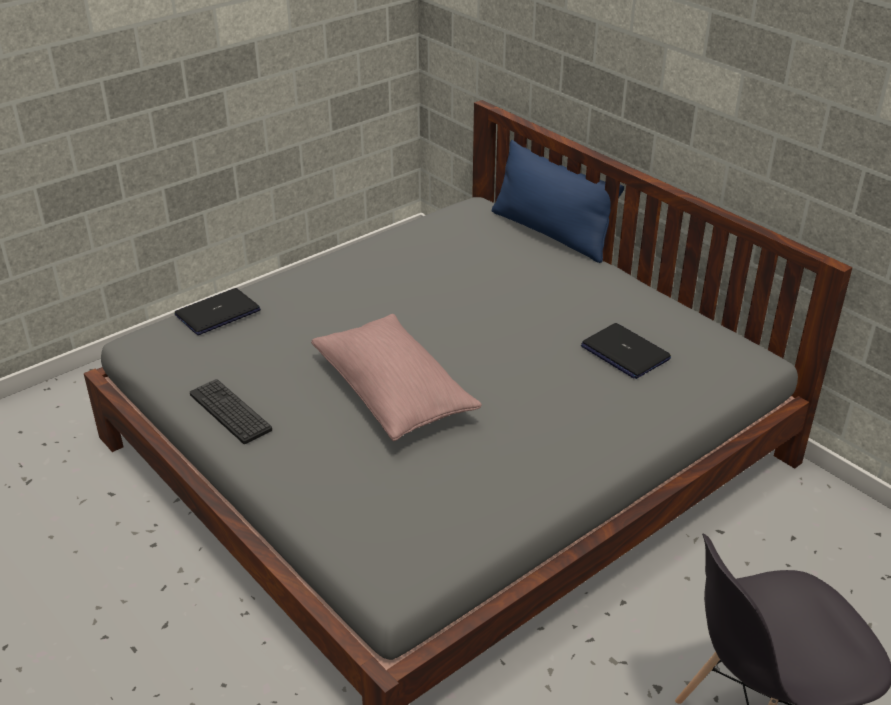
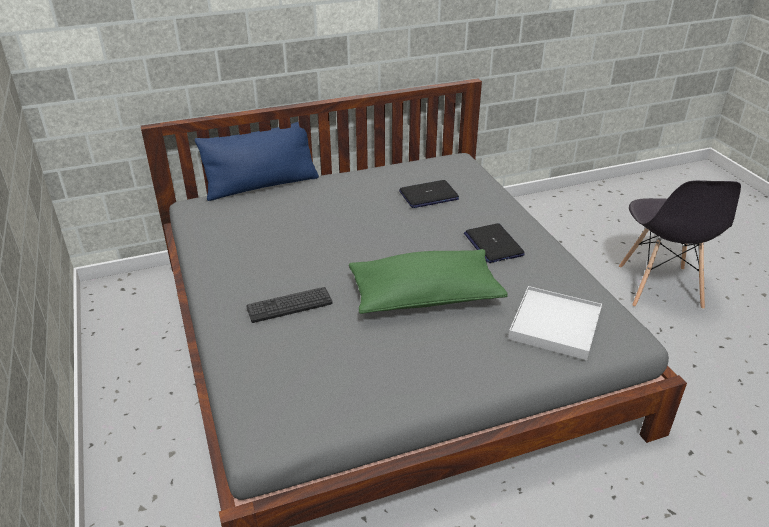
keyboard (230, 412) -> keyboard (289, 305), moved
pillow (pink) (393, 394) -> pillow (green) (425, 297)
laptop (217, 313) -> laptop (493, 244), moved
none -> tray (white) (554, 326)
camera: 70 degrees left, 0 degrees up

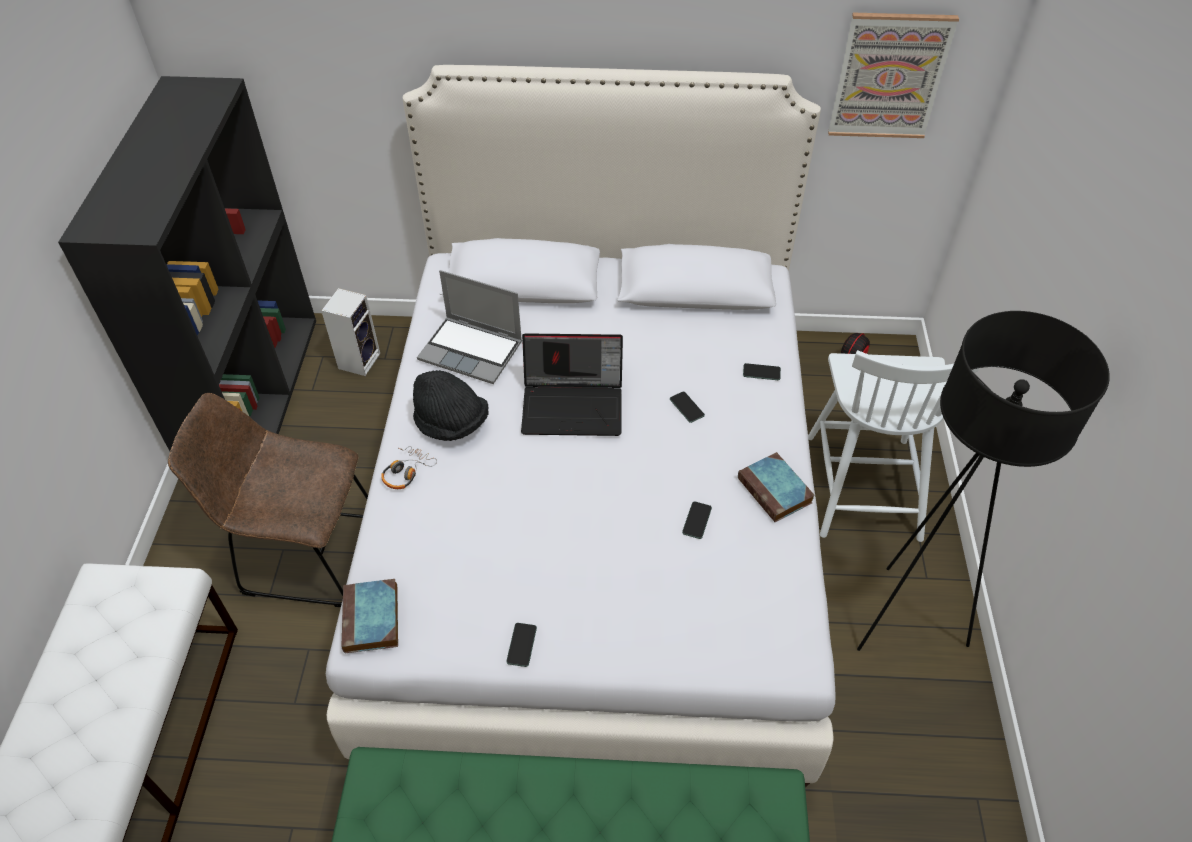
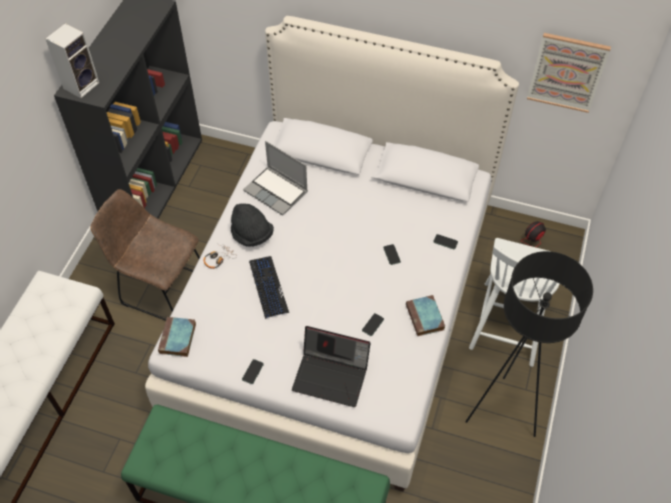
speaker (359, 359) -> speaker (81, 84), moved
none -> keyboard (268, 287)
laptop (574, 405) -> laptop (332, 376), moved
camera: 15 degrees right, 5 degrees up

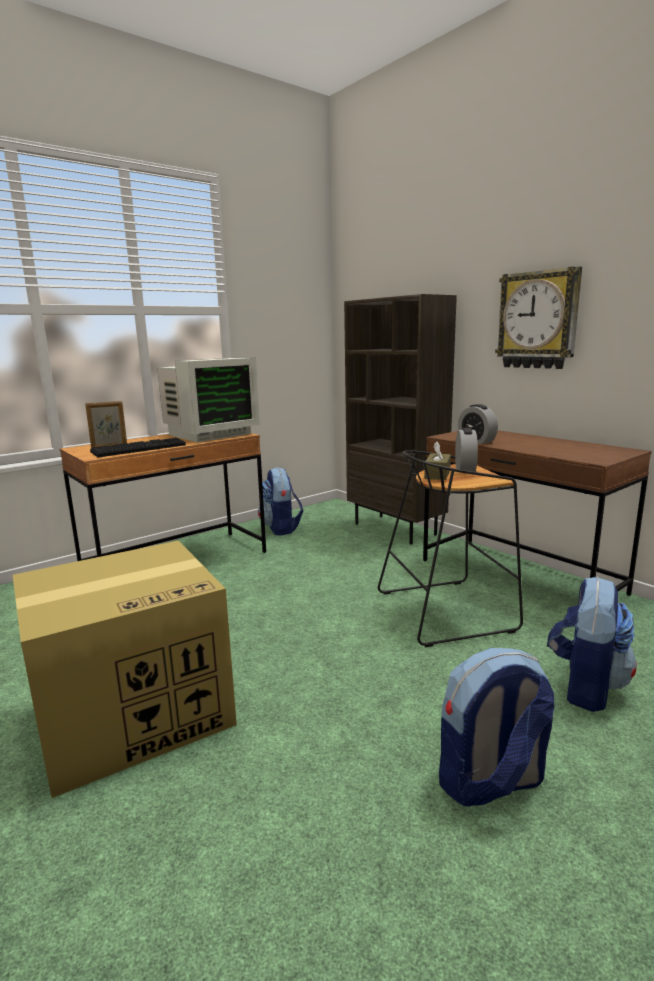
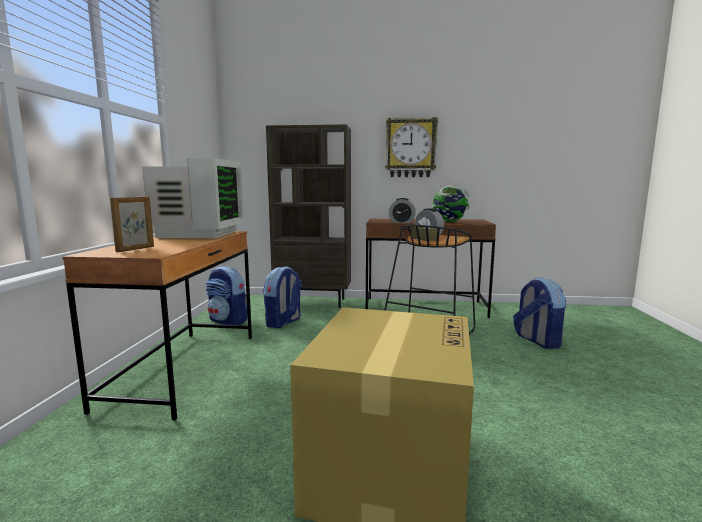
backpack (490, 783) -> backpack (283, 322), moved
none -> globe (449, 222)
keyboard (140, 448) -> none
camera: 45 degrees left, 5 degrees down

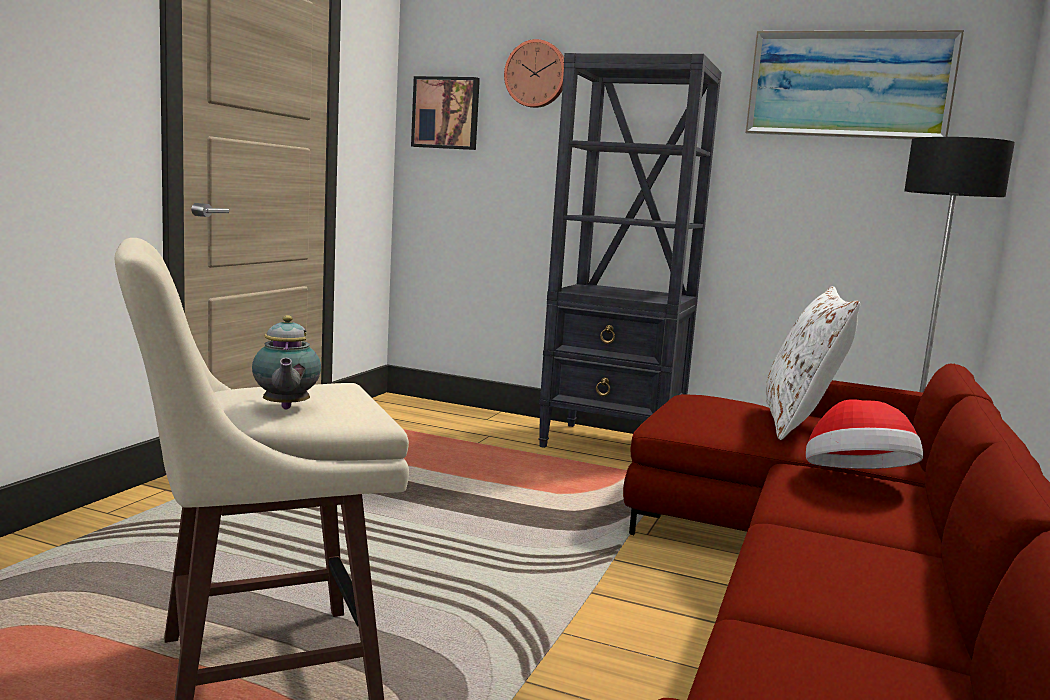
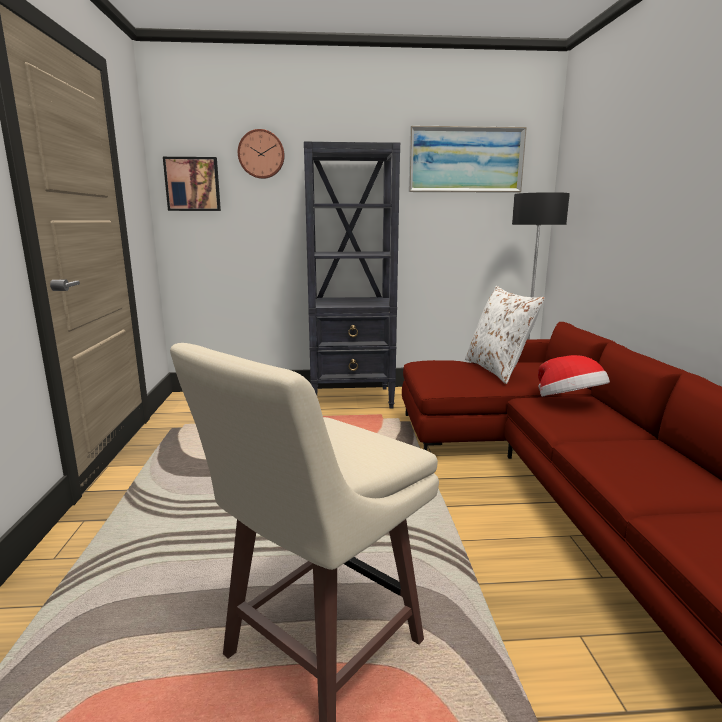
teapot (285, 408) -> none
camera: 25 degrees left, 5 degrees up

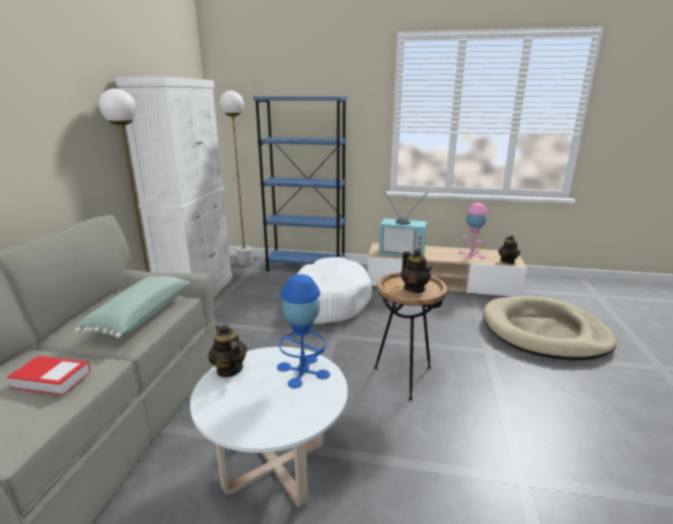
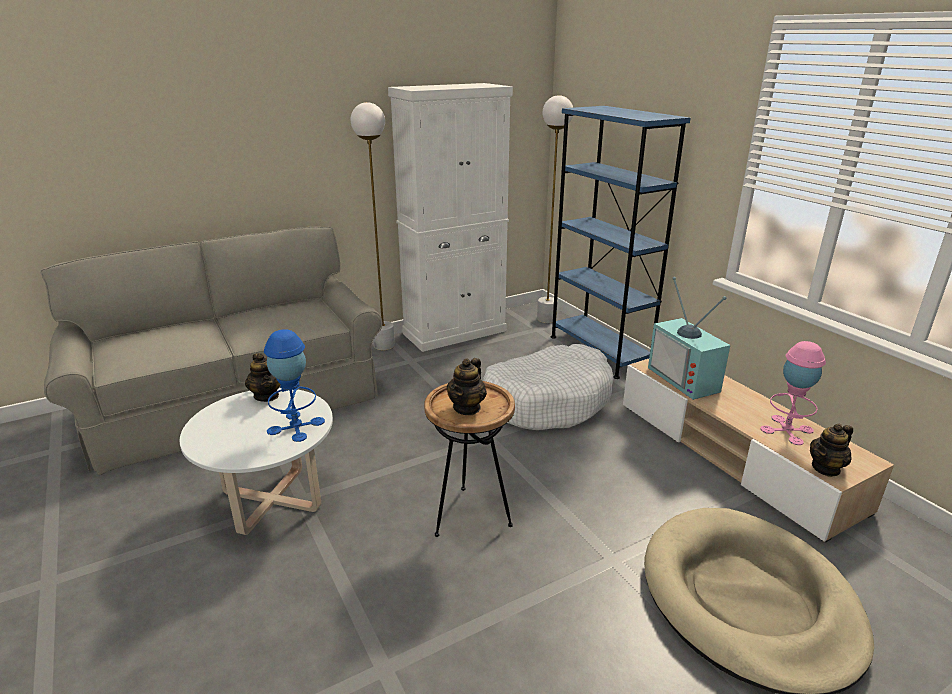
teapot (229, 369) -> teapot (267, 396), 135 degrees clockwise
book (51, 379) -> none
pillow (green) (139, 316) -> none
camera: 50 degrees right, 5 degrees up

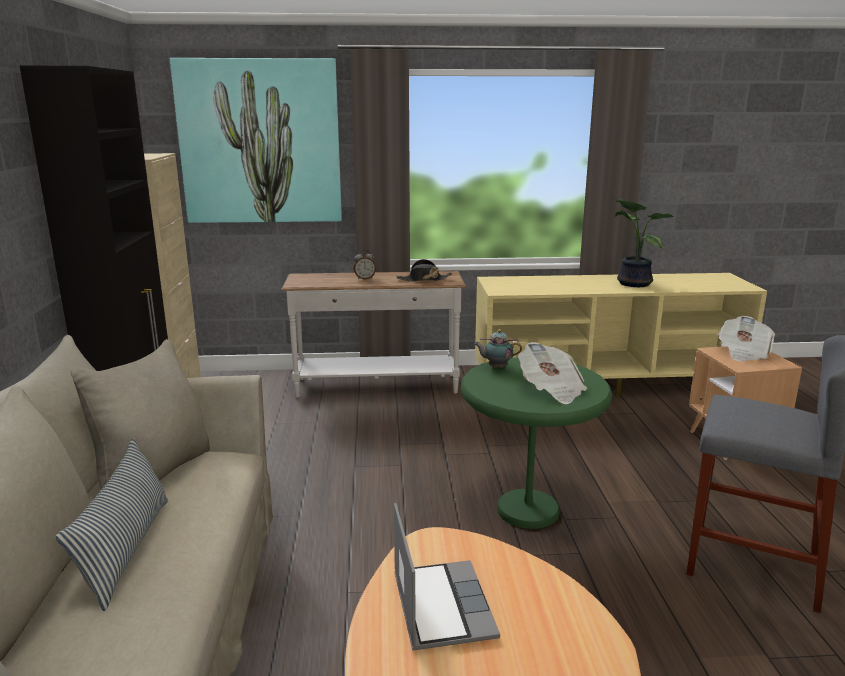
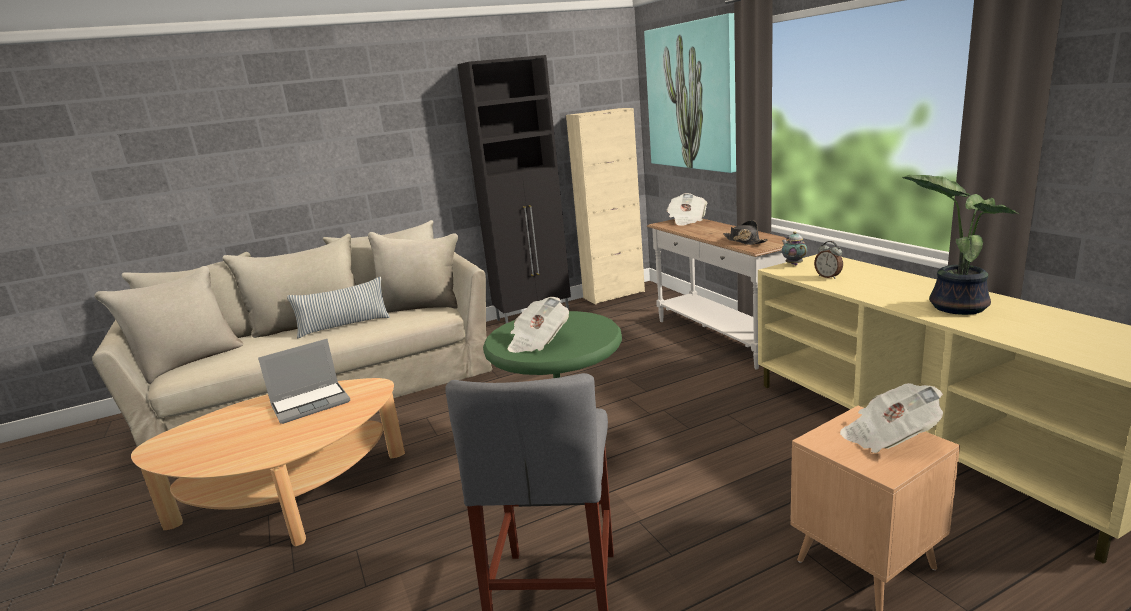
none -> newspaper (686, 220)
teapot (496, 367) -> teapot (793, 264), moved
alarm clock (364, 278) -> alarm clock (828, 277), moved
camera: 70 degrees right, 0 degrees up

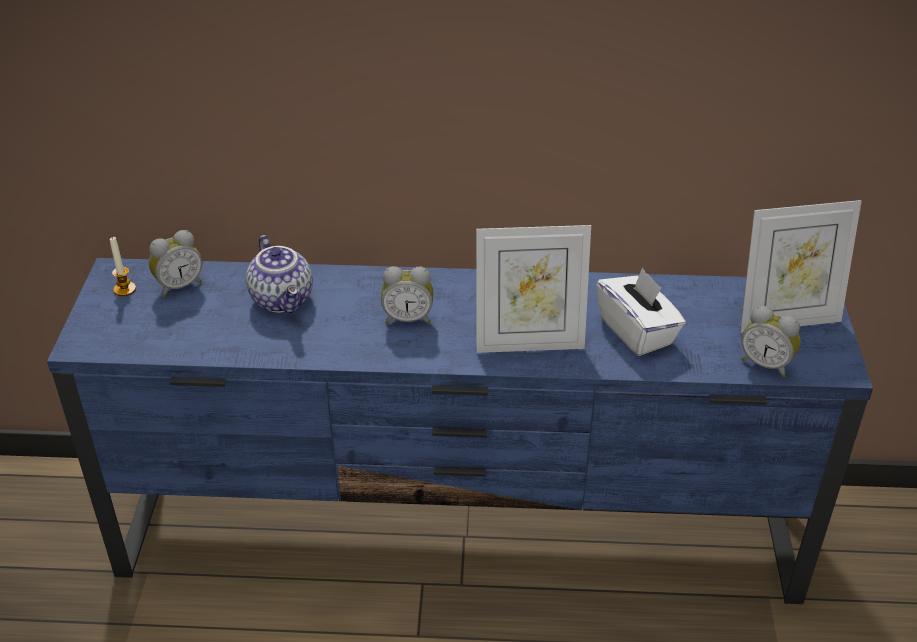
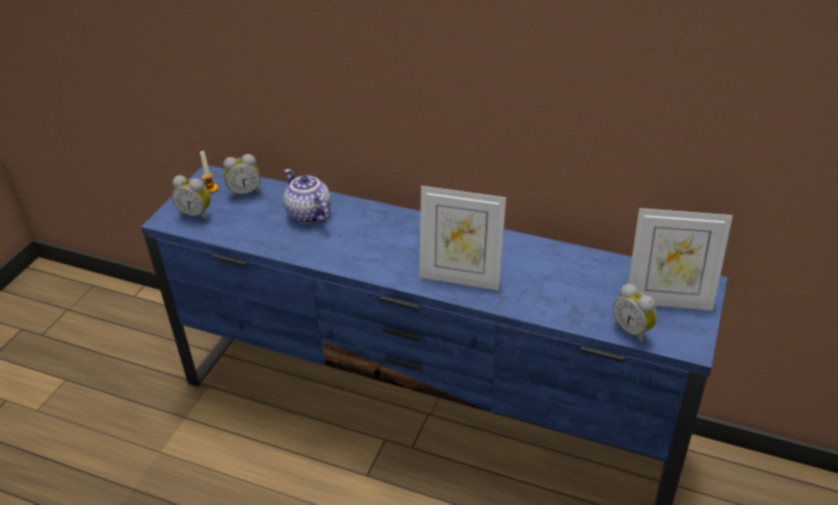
alarm clock (408, 318) -> alarm clock (196, 214), moved
teapot (284, 299) -> teapot (307, 214), 150 degrees clockwise
tissue box (white) (637, 331) -> none
camera: 20 degrees right, 0 degrees up

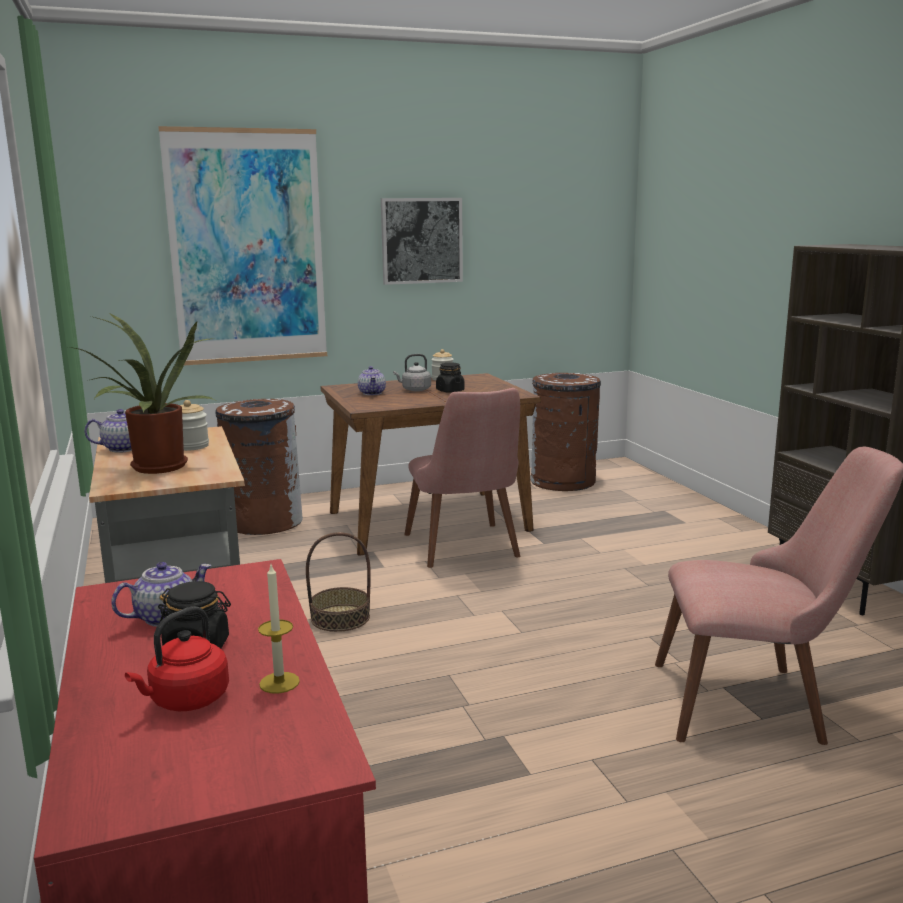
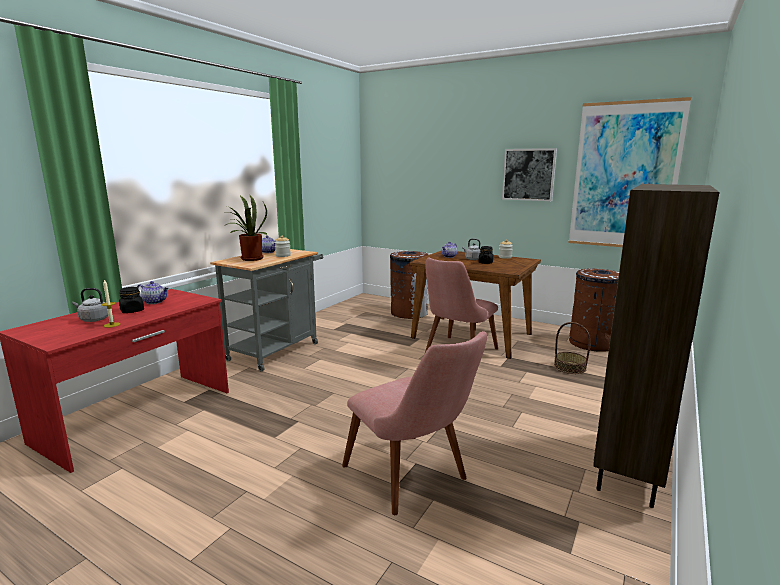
kettle (red) (186, 700) -> kettle (grey) (93, 319)
basket (340, 618) -> basket (569, 367), moved
picture (247, 248) -> picture (624, 176), moved
camera: 50 degrees right, 0 degrees up

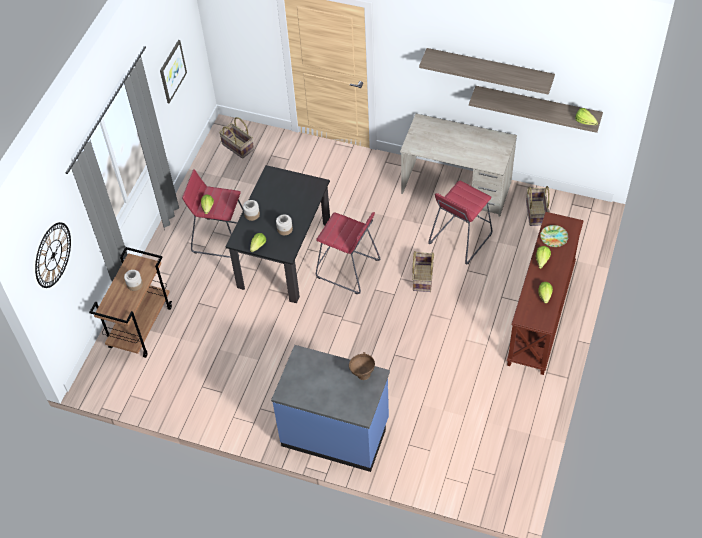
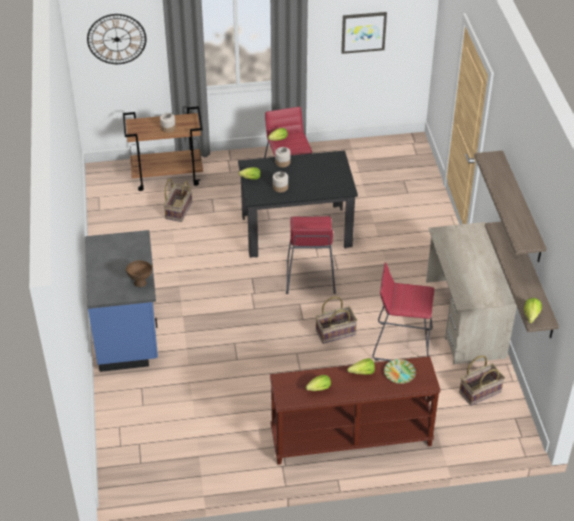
basket (237, 147) -> basket (178, 210), moved
camera: 60 degrees right, 10 degrees down

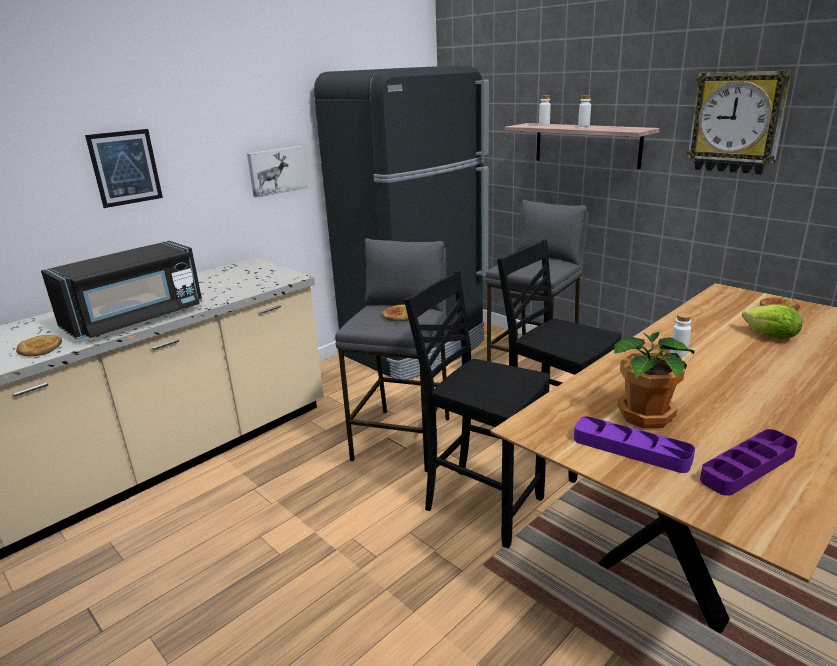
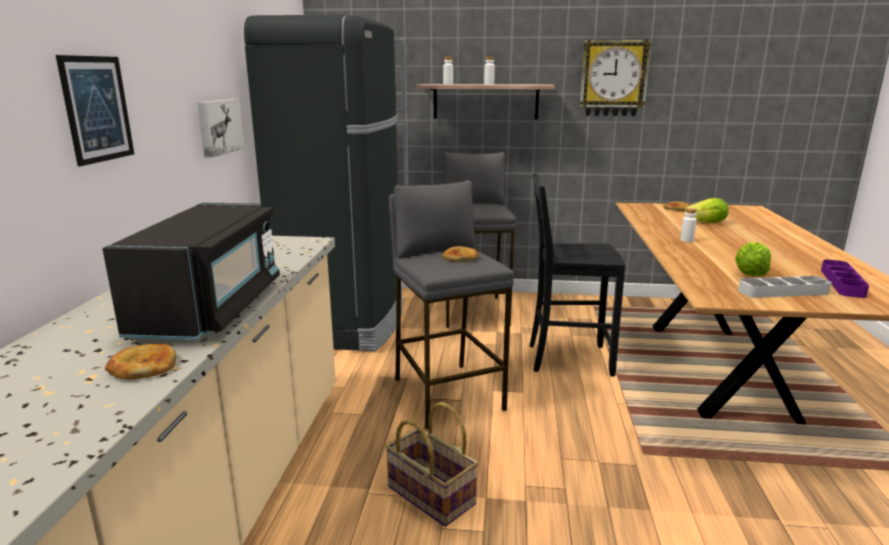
none -> basket (429, 496)
potted plant (648, 416) -> lettuce (750, 274)
tray (purple) (631, 449) -> tray (grey) (783, 292)
chair (black) (481, 504) -> none
camera: 40 degrees left, 5 degrees down

